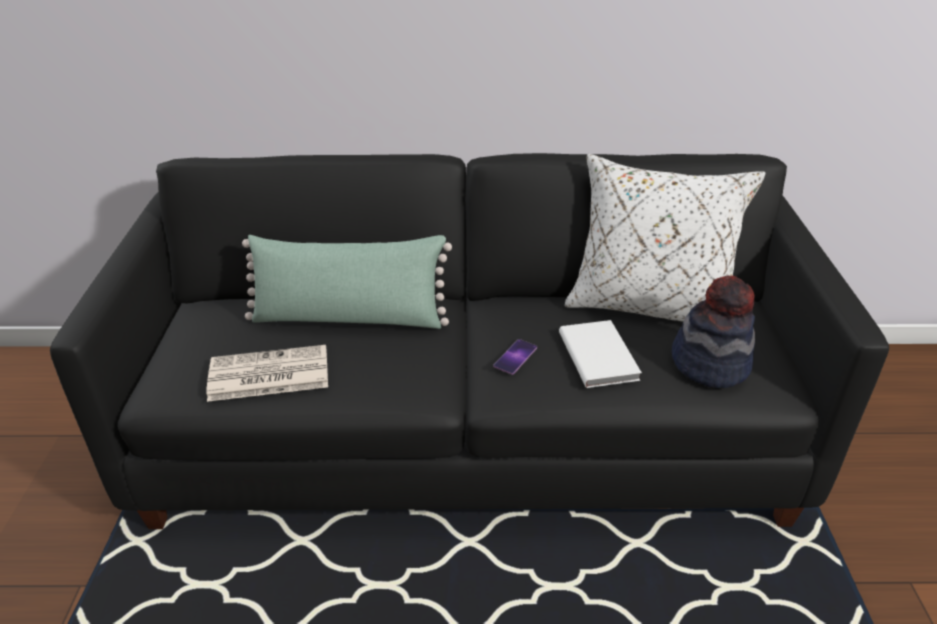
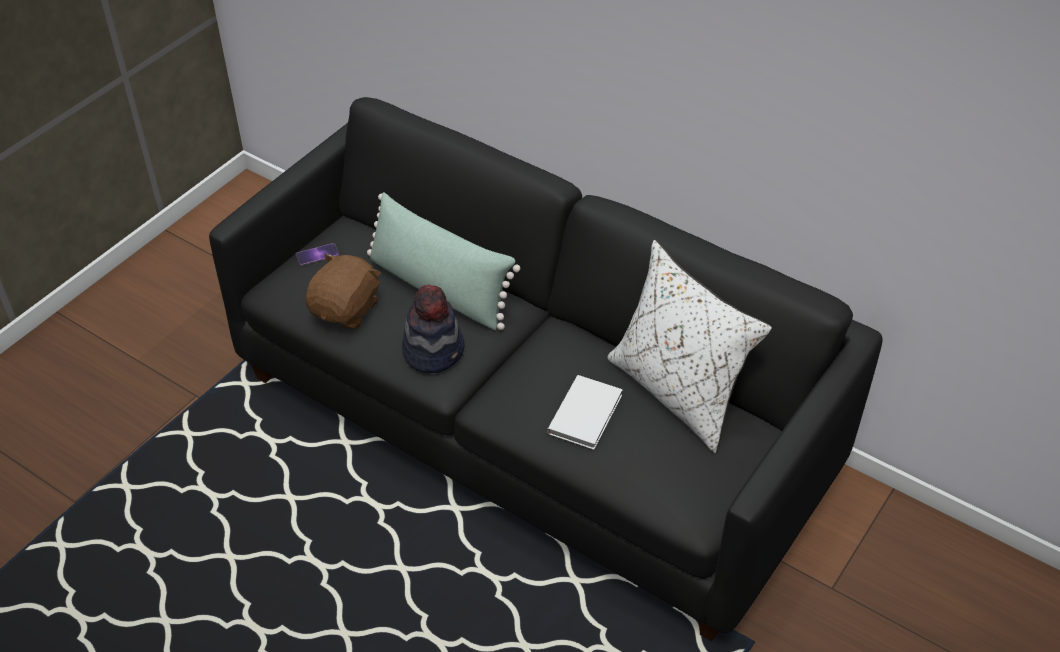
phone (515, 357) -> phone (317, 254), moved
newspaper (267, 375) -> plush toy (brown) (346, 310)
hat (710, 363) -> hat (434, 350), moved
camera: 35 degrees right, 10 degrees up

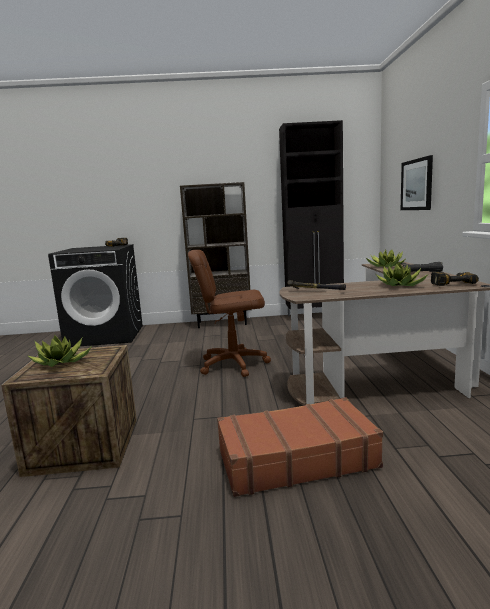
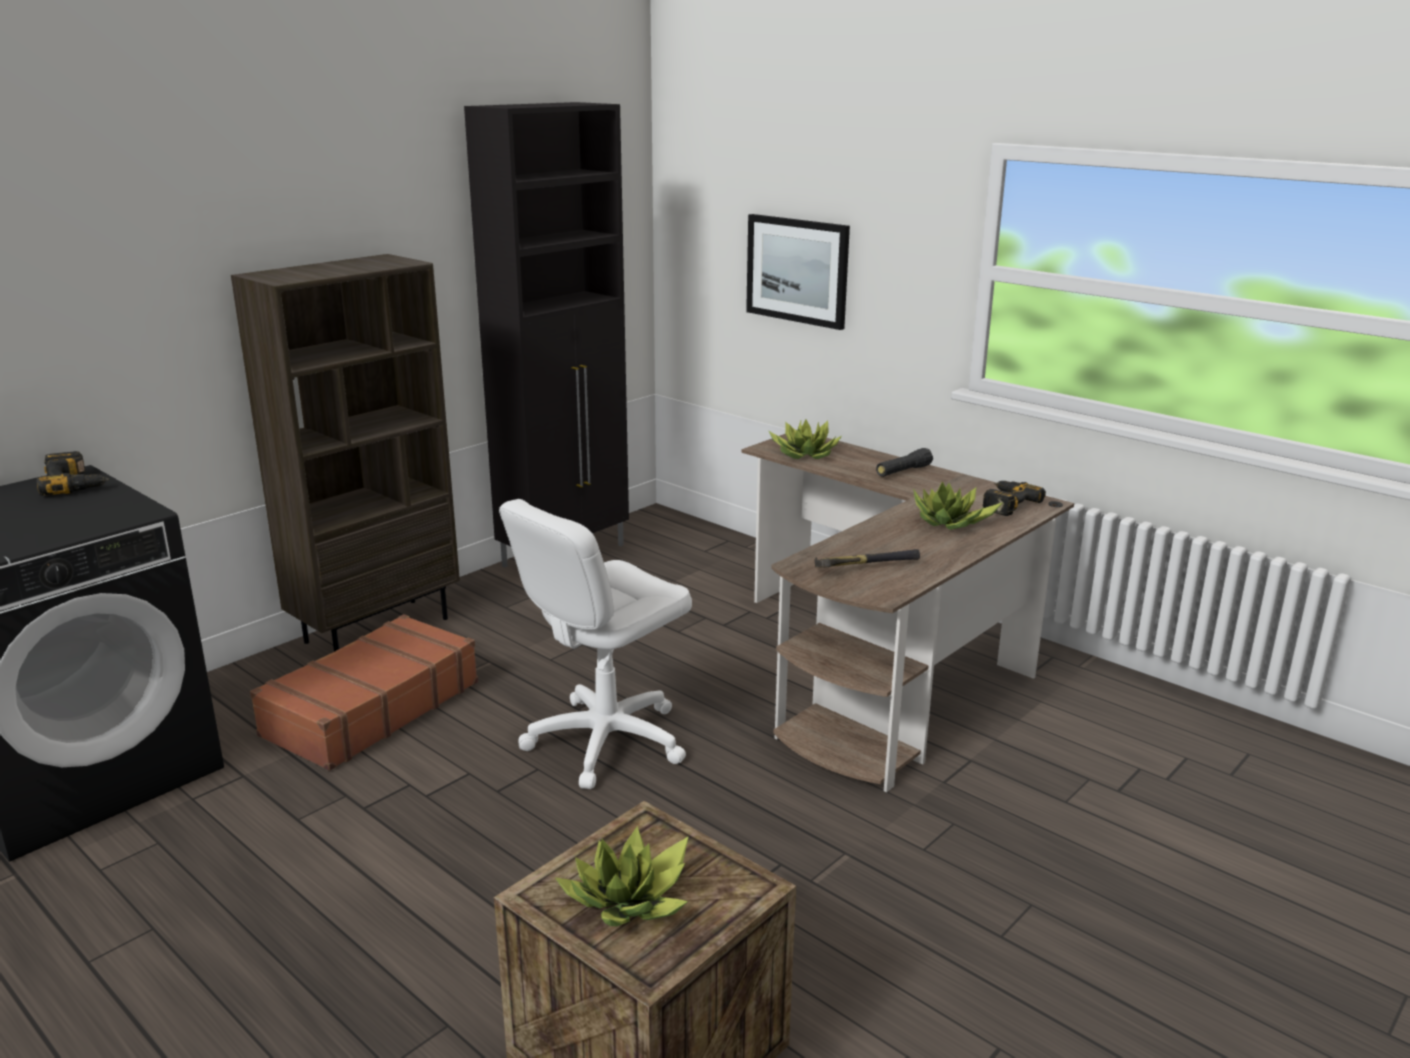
suitcase (brown) (295, 458) -> suitcase (brown) (370, 709), moved
office chair (brown) (233, 364) -> office chair (white) (606, 740)
camera: 45 degrees left, 10 degrees up

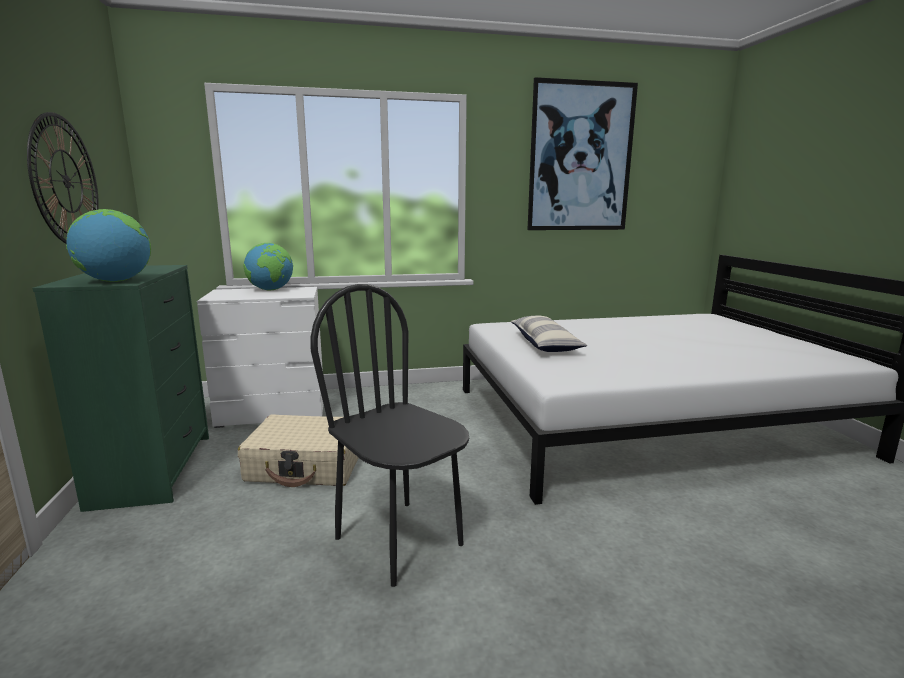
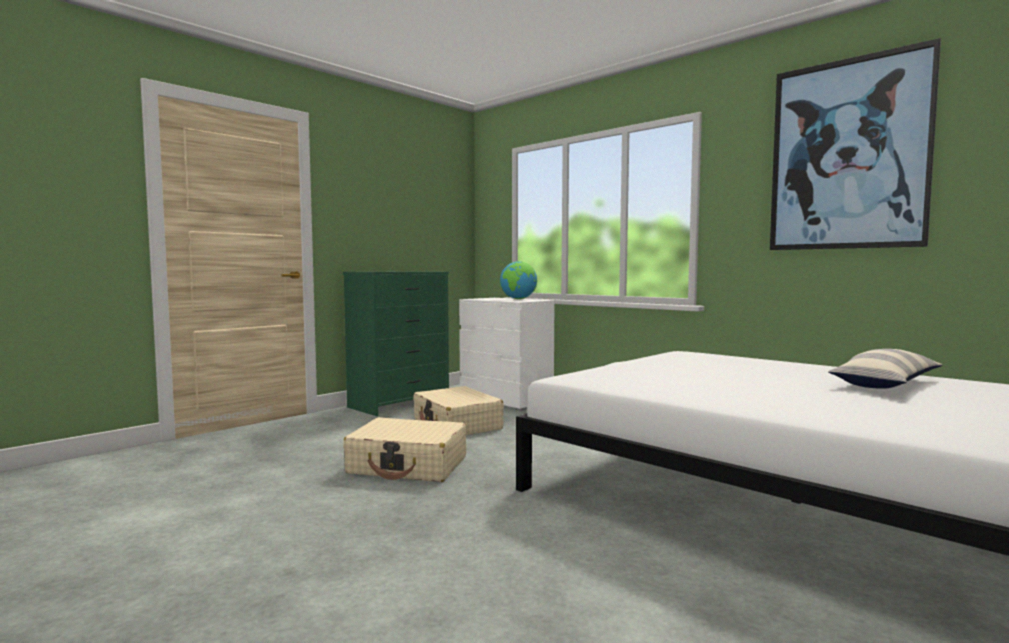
chair (black) (400, 540) -> suitcase (beige) (408, 465)
pillow (545, 344) -> pillow (886, 384), moved
wall clock (66, 181) -> none
globe (115, 281) -> none
camera: 55 degrees right, 10 degrees down

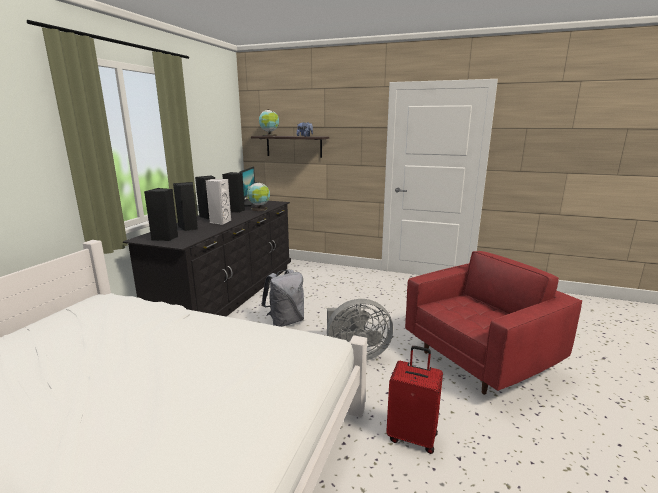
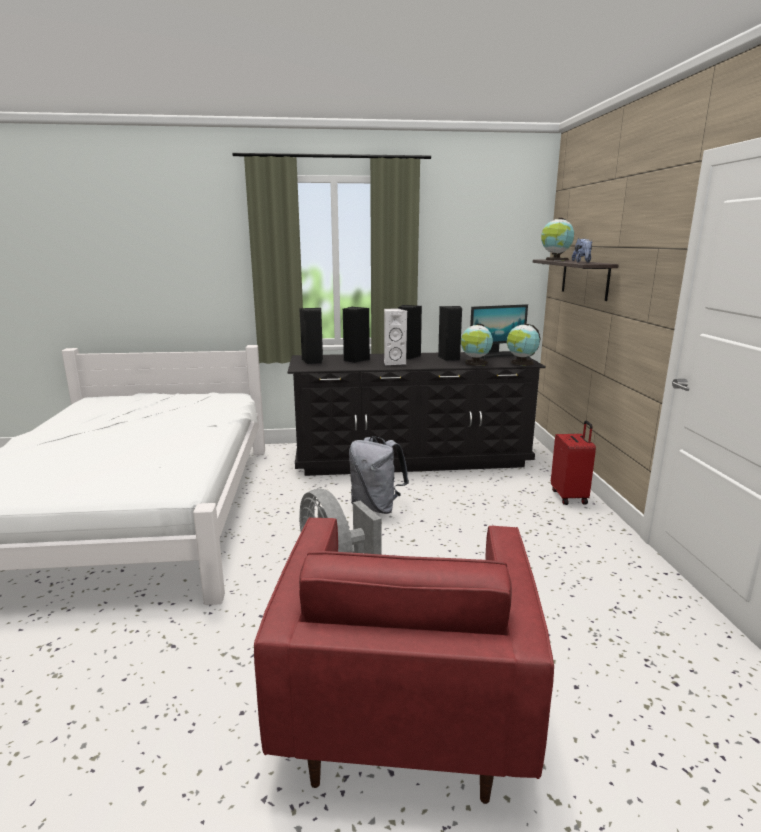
armchair (red) (480, 360) -> armchair (red) (403, 706), 60 degrees clockwise
none -> globe (521, 363)
suitcase (red) (412, 436) -> suitcase (red) (570, 497), moved
camera: 65 degrees right, 0 degrees up

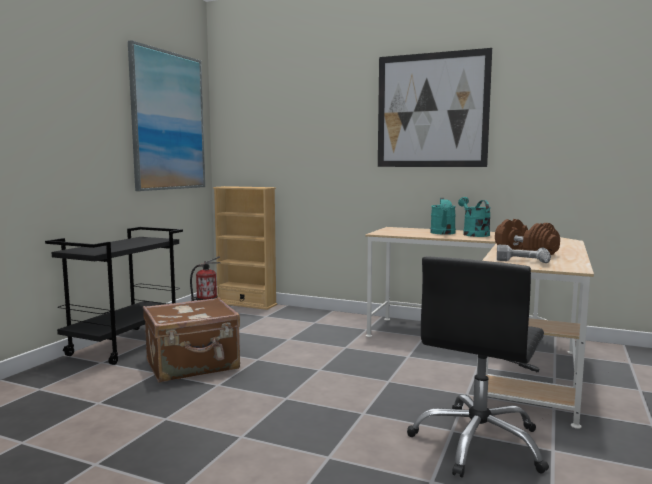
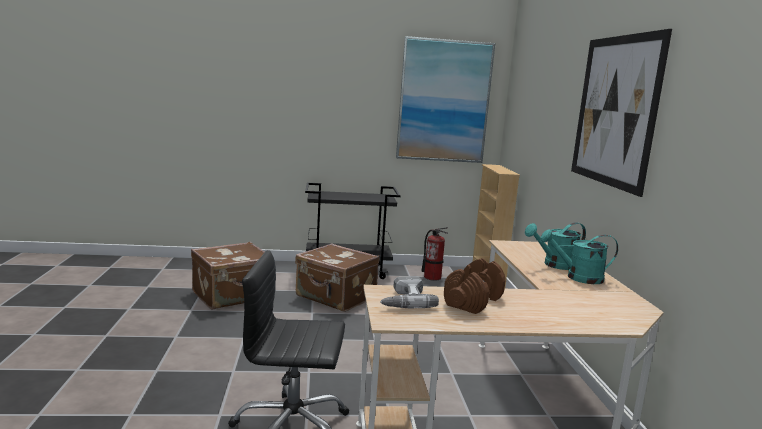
none -> suitcase (brown) (233, 296)
watering can (turquoise) (473, 234) -> watering can (turquoise) (578, 277), 135 degrees counterclockwise
camera: 60 degrees right, 5 degrees up

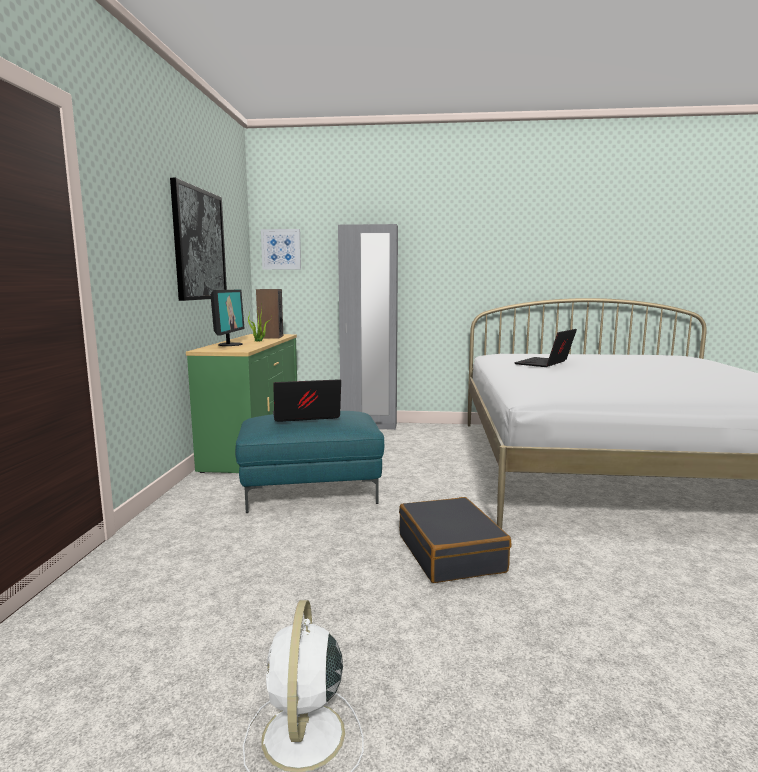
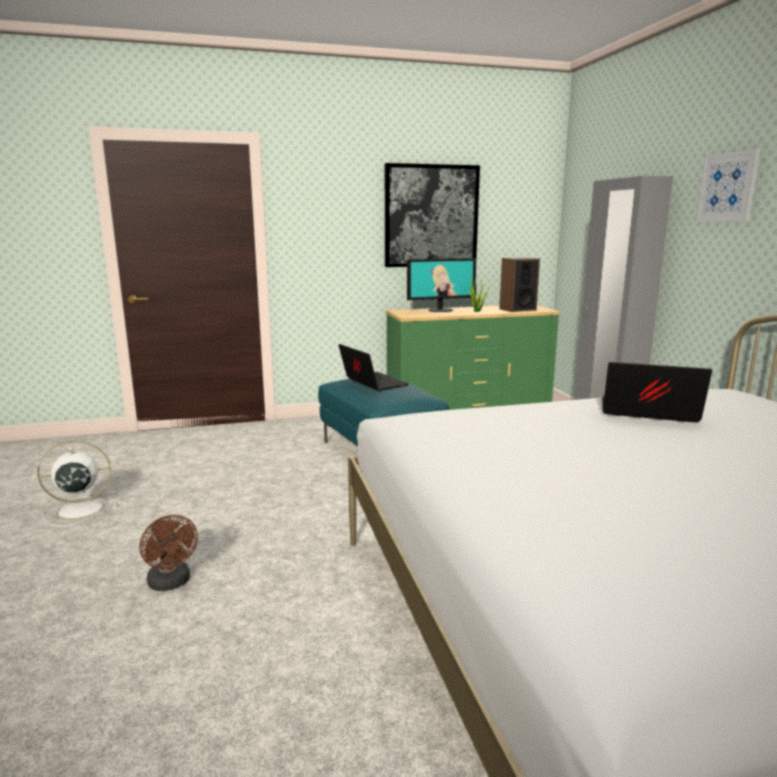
none -> fan (brown) (171, 583)
picture (281, 249) -> picture (728, 187), moved
suitcase (black) (451, 553) -> none
camera: 70 degrees right, 5 degrees up

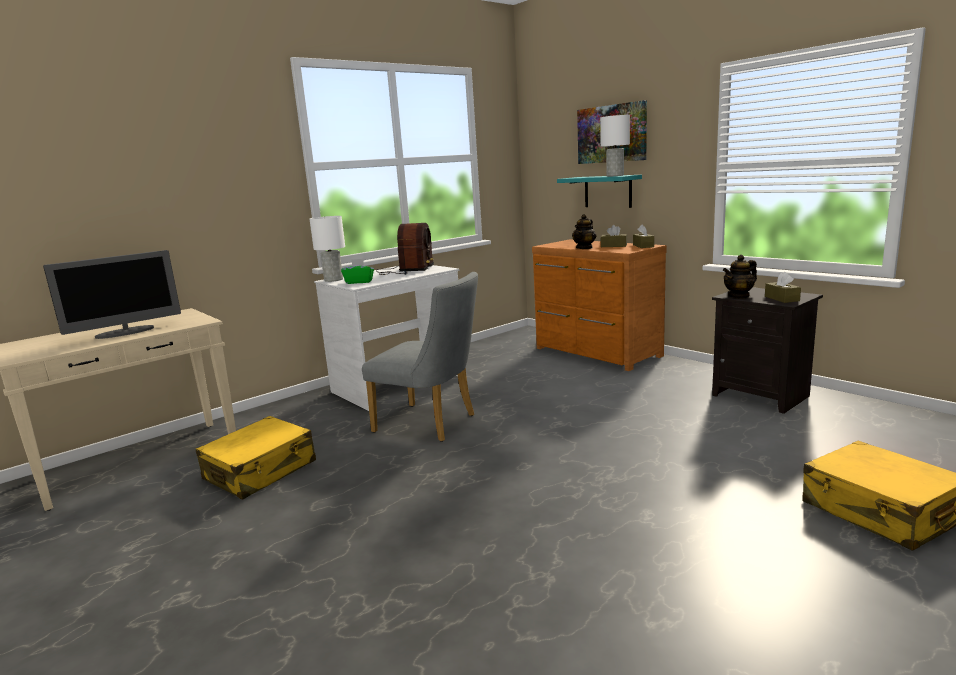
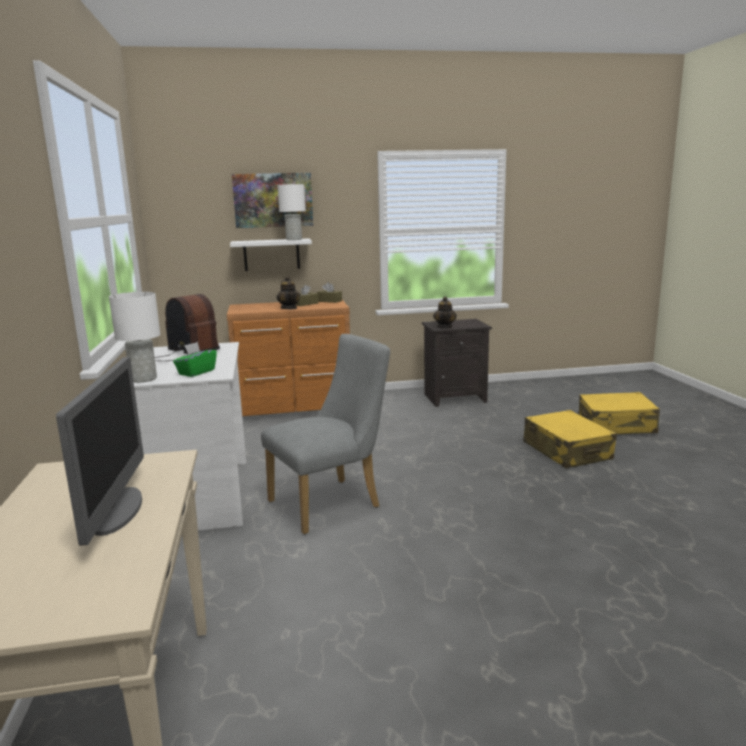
shelf (turquoise) (608, 191) -> shelf (white) (271, 254)
suitcase (yellow) (260, 471) -> suitcase (yellow) (567, 451), moved
tissue box (brown) (781, 298) -> none
camera: 60 degrees left, 0 degrees up

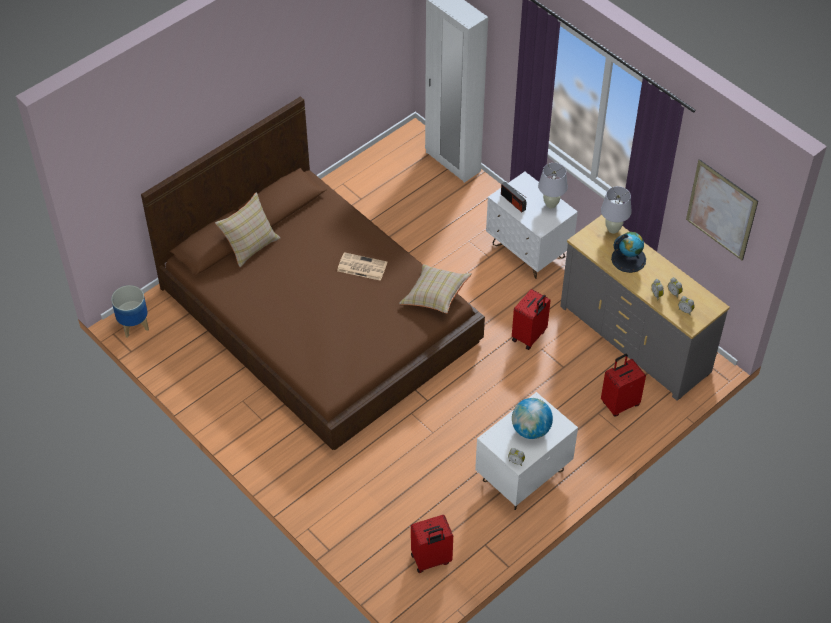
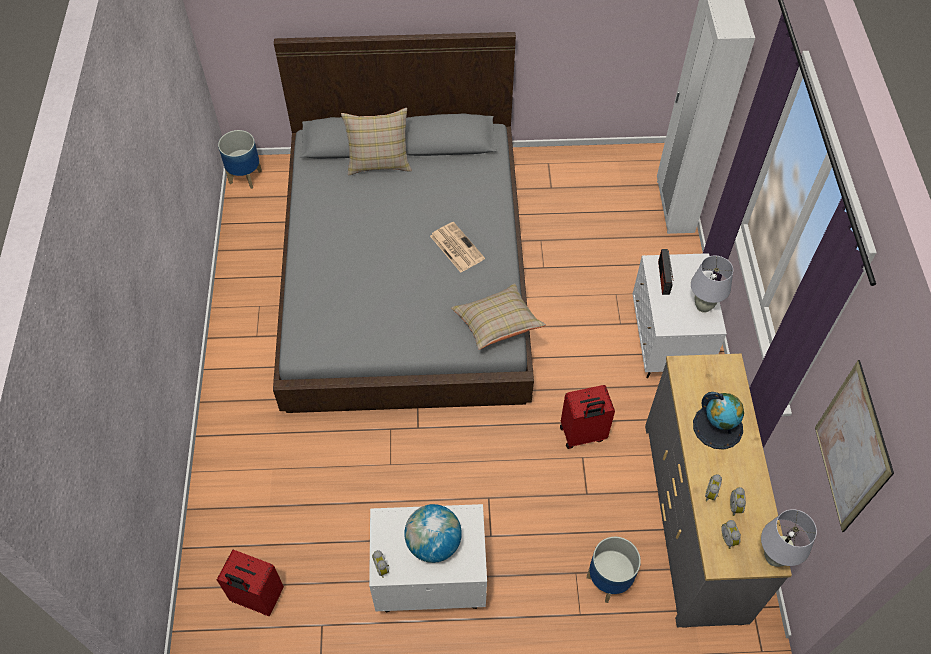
bed (brown) (319, 314) -> bed (grey) (405, 271)
suitcase (red) (619, 403) -> planter (609, 580)
table lamp (white) (613, 229) -> table lamp (white) (774, 557), moved
camera: 40 degrees right, 5 degrees up

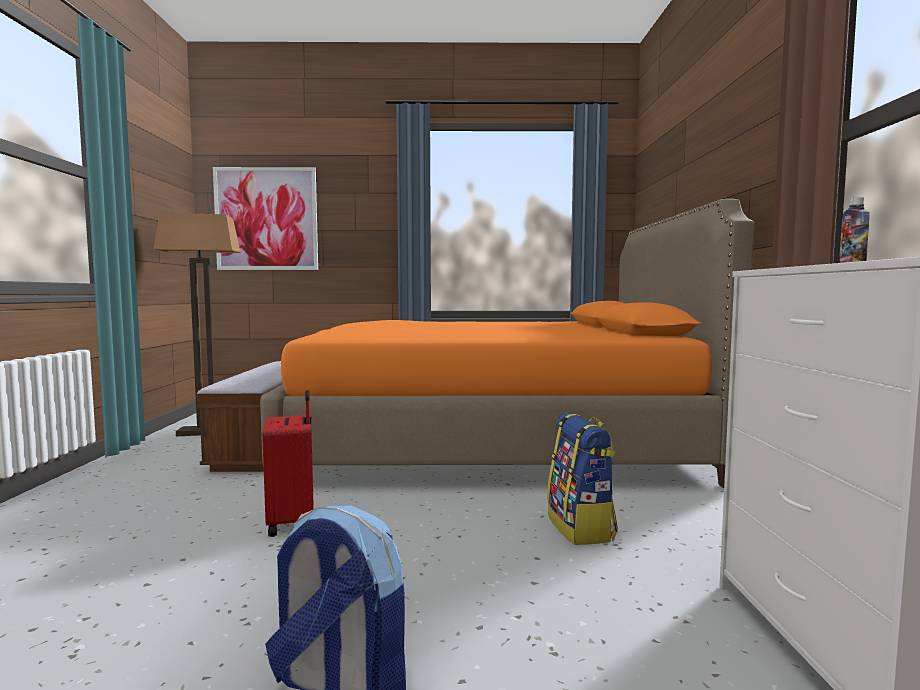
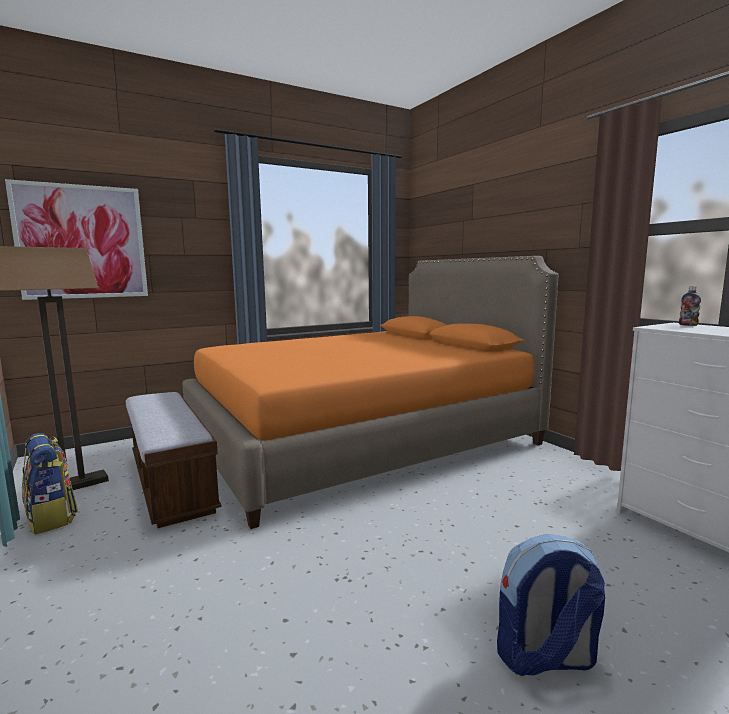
backpack (581, 528) -> backpack (52, 518), moved
suitcase (red) (293, 522) -> none
camera: 30 degrees left, 5 degrees up

